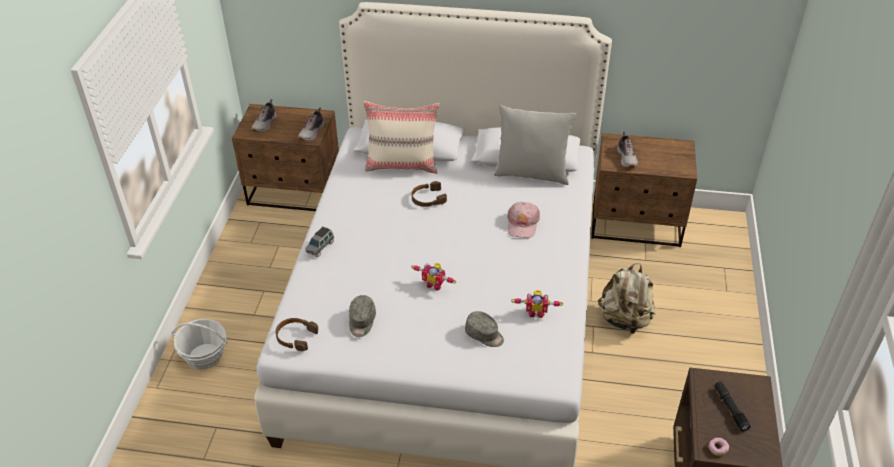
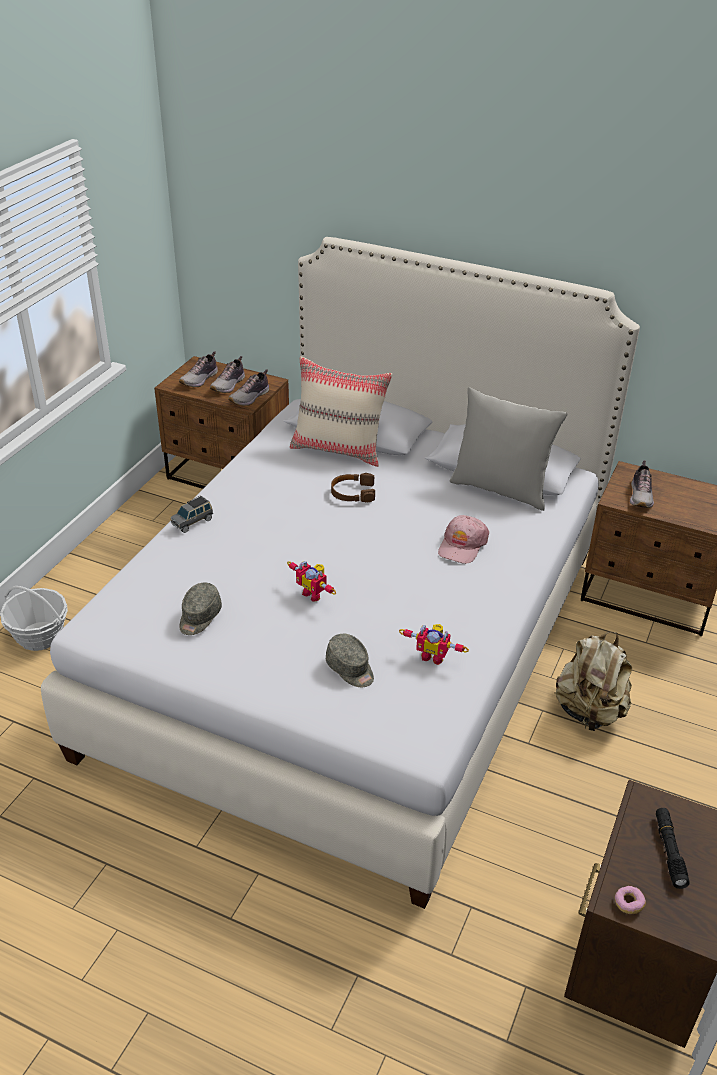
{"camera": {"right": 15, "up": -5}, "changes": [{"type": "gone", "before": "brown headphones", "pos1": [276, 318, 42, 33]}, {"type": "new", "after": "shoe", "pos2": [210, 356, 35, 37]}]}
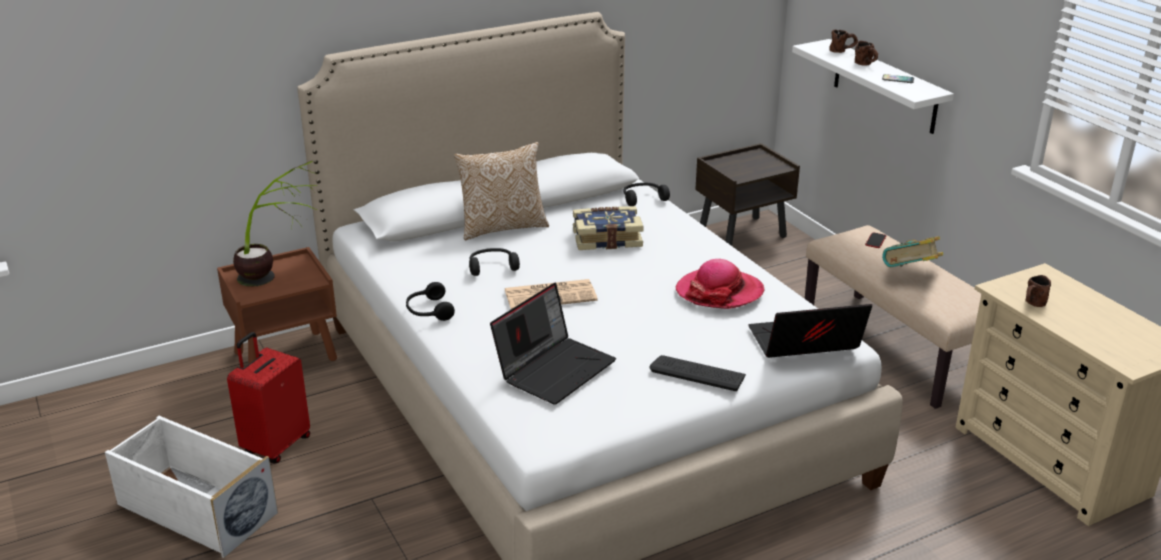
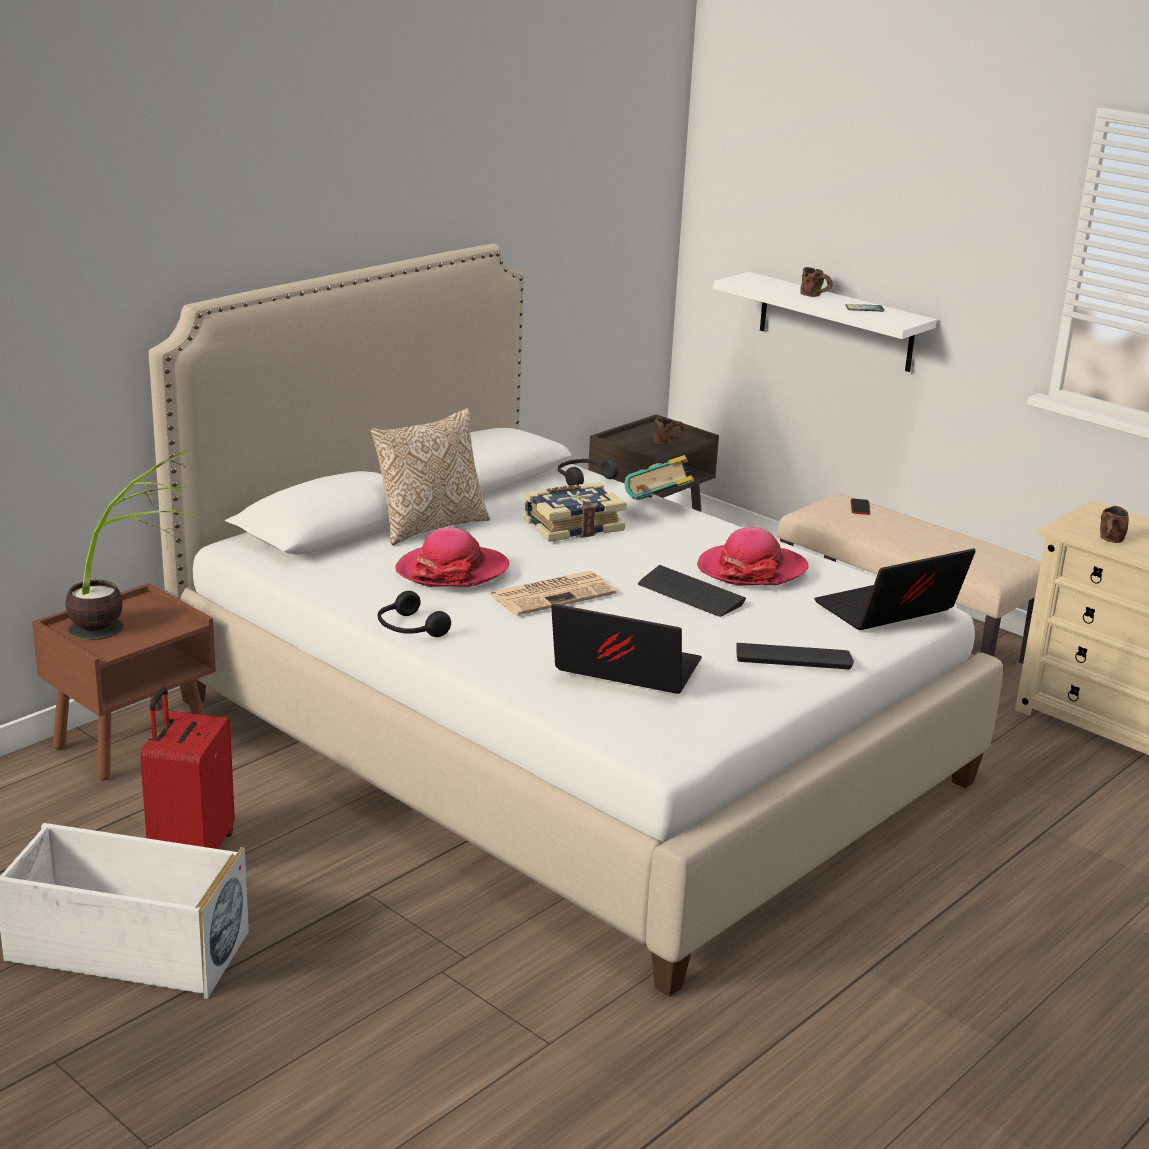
{"camera": {"right": -20, "up": -5}, "changes": [{"type": "swapped", "before": "black headphones", "after": "hat", "pos1": [469, 248, 51, 28], "pos2": [395, 527, 114, 60]}, {"type": "rotated", "before": "laptop", "pos1": [490, 283, 126, 122], "pos2": [551, 604, 151, 90], "turn": -90}, {"type": "shifted", "before": "brown mug", "pos1": [830, 30, 28, 23], "pos2": [654, 418, 31, 27]}, {"type": "shifted", "before": "book", "pos1": [882, 236, 61, 31], "pos2": [625, 455, 69, 45]}, {"type": "new", "after": "keyboard", "pos2": [638, 565, 108, 52]}]}
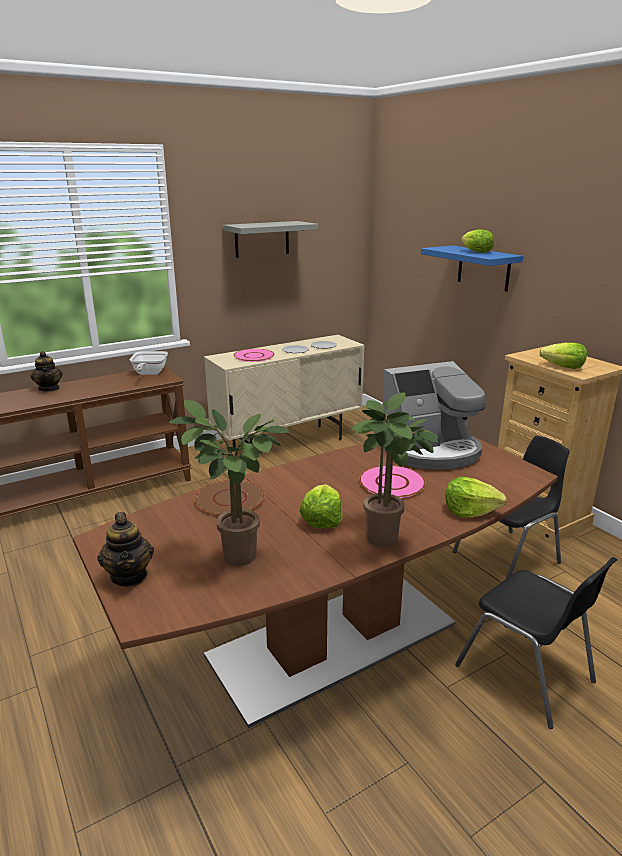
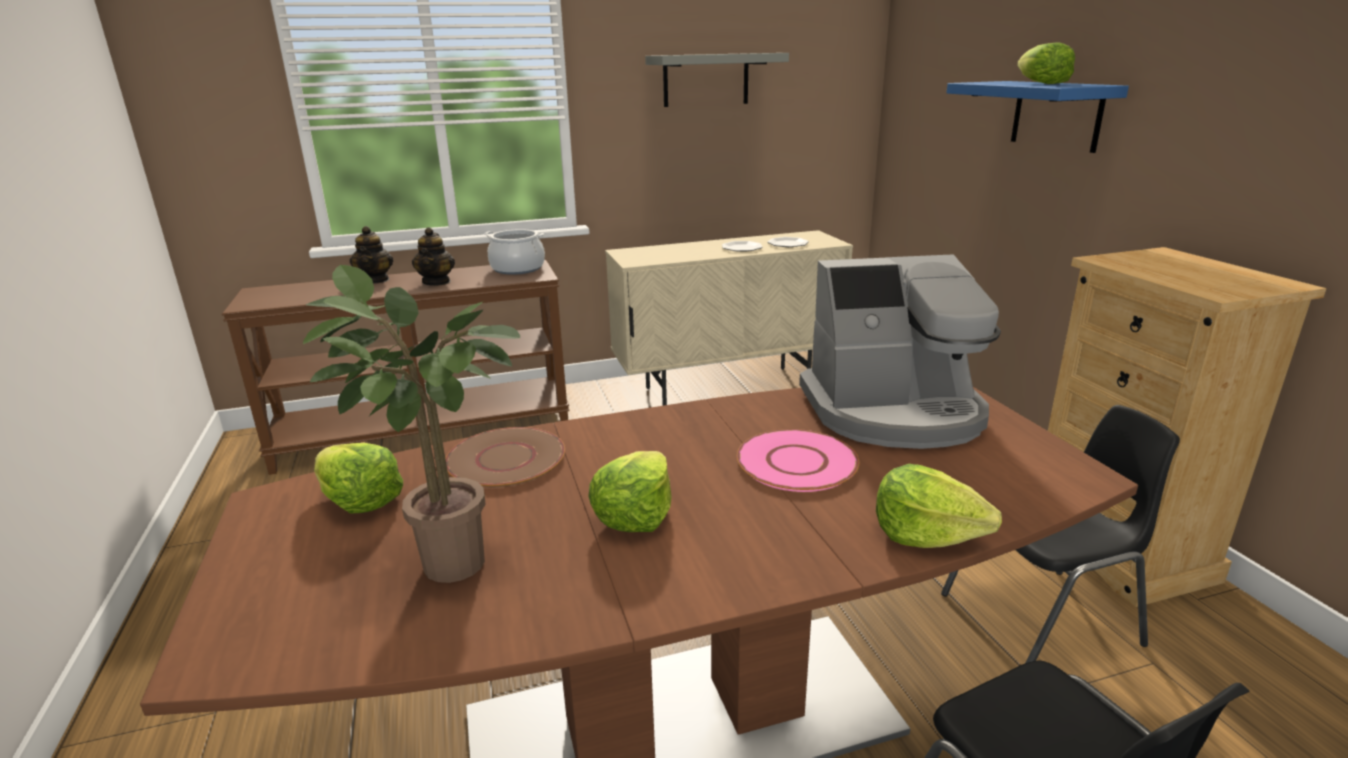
{"camera": {"right": 15, "up": 0}, "changes": [{"type": "shifted", "before": "teapot", "pos1": [97, 512, 57, 75], "pos2": [412, 227, 43, 59]}, {"type": "swapped", "before": "frying pan", "after": "cooking pot", "pos1": [130, 351, 38, 24], "pos2": [485, 229, 60, 46]}, {"type": "gone", "before": "pink plate", "pos1": [234, 349, 40, 13]}, {"type": "gone", "before": "potted plant", "pos1": [351, 392, 87, 155]}, {"type": "shifted", "before": "lettuce", "pos1": [539, 342, 48, 27], "pos2": [314, 443, 89, 71]}]}
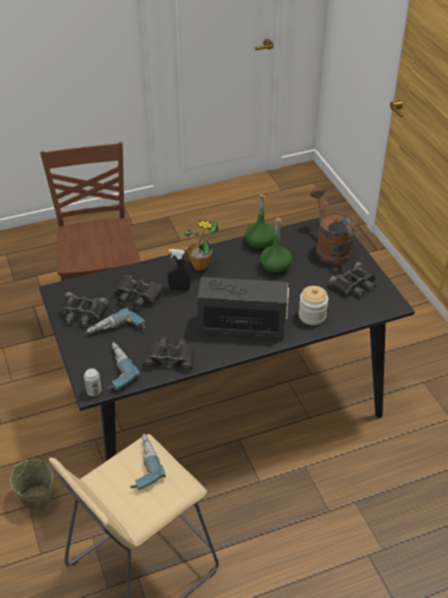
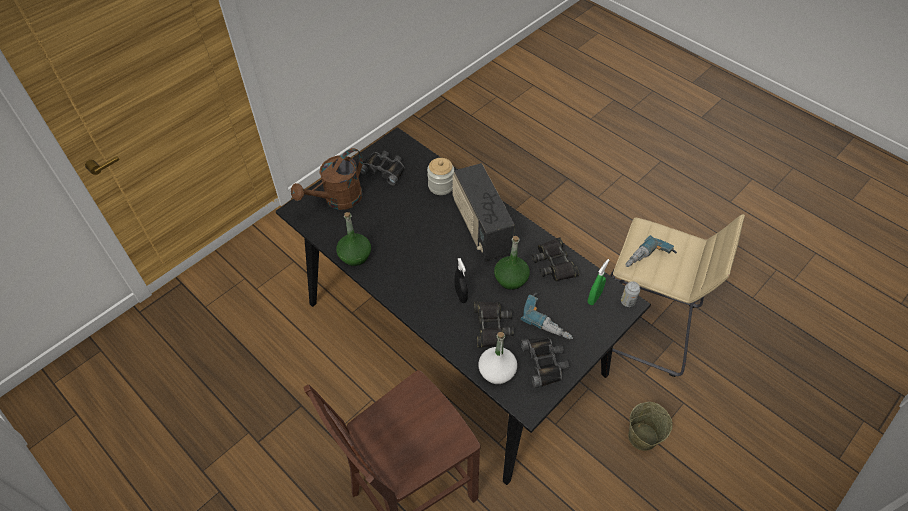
{"camera": {"right": -115, "up": 10}, "changes": [{"type": "swapped", "before": "power drill", "after": "green spray bottle", "pos1": [108, 342, 32, 48], "pos2": [588, 259, 22, 46]}, {"type": "gone", "before": "potted plant", "pos1": [181, 220, 38, 51]}, {"type": "shifted", "before": "green bottle", "pos1": [260, 218, 32, 57], "pos2": [494, 236, 36, 54]}, {"type": "new", "after": "white bottle", "pos2": [478, 332, 39, 52]}]}
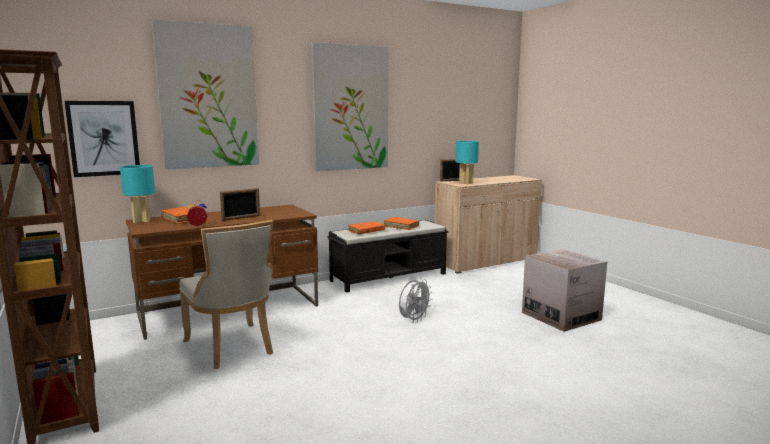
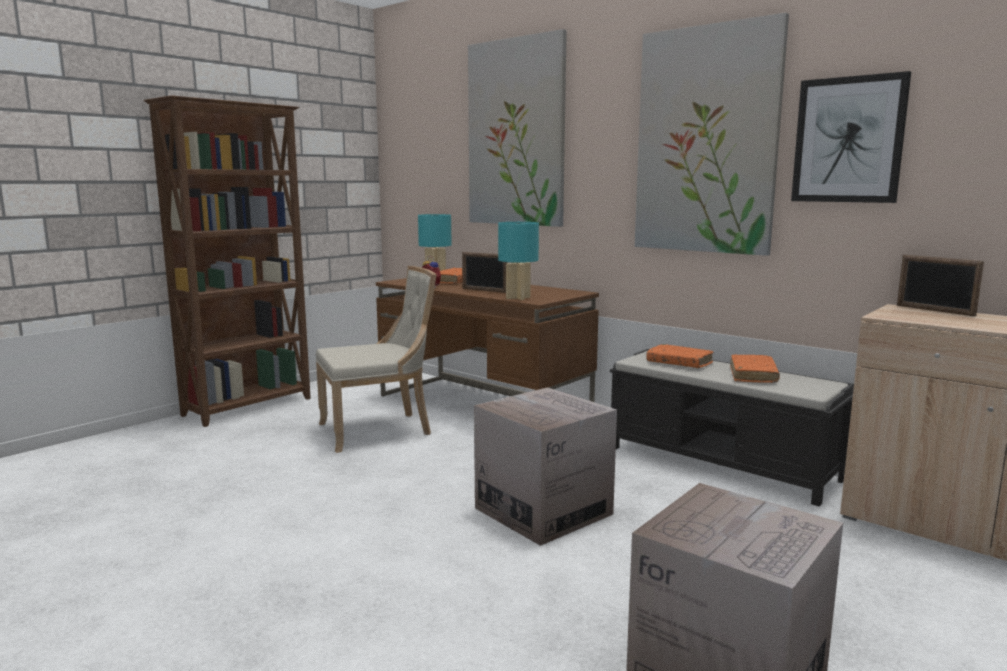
{"camera": {"right": 70, "up": 0}, "changes": [{"type": "shifted", "before": "picture", "pos1": [64, 101, 76, 76], "pos2": [791, 71, 120, 132]}, {"type": "rotated", "before": "beige chair", "pos1": [179, 220, 94, 149], "pos2": [316, 266, 120, 187], "turn": -150}, {"type": "swapped", "before": "white fan", "after": "cardboard box", "pos1": [399, 279, 34, 44], "pos2": [474, 387, 143, 159]}, {"type": "shifted", "before": "turquoise table lamp", "pos1": [456, 141, 23, 44], "pos2": [498, 222, 41, 78]}]}
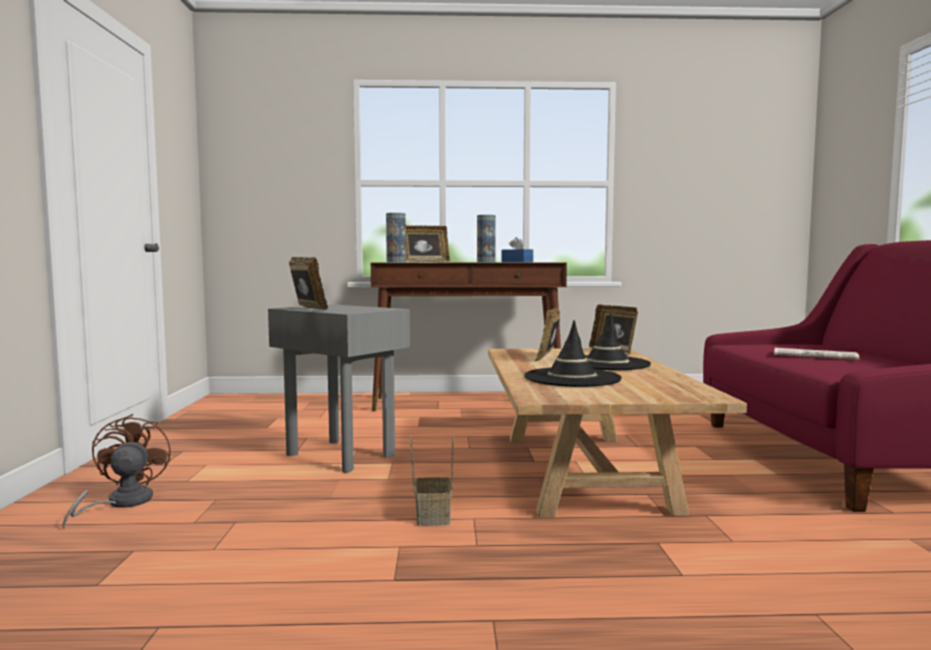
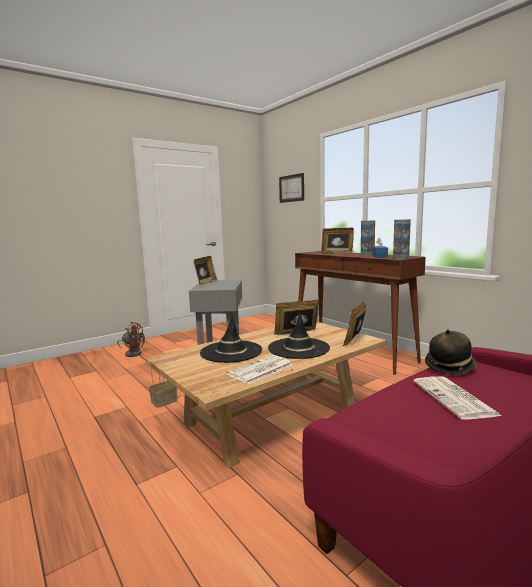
{"camera": {"right": 55, "up": 5}, "changes": [{"type": "rotated", "before": "brown fan", "pos1": [62, 414, 109, 115], "pos2": [117, 322, 28, 35], "turn": 60}, {"type": "shifted", "before": "vase", "pos1": [386, 213, 20, 49], "pos2": [393, 219, 18, 40]}, {"type": "new", "after": "newspaper", "pos2": [227, 355, 66, 29]}, {"type": "new", "after": "picture", "pos2": [279, 173, 25, 30]}, {"type": "new", "after": "hat", "pos2": [425, 329, 52, 46]}]}
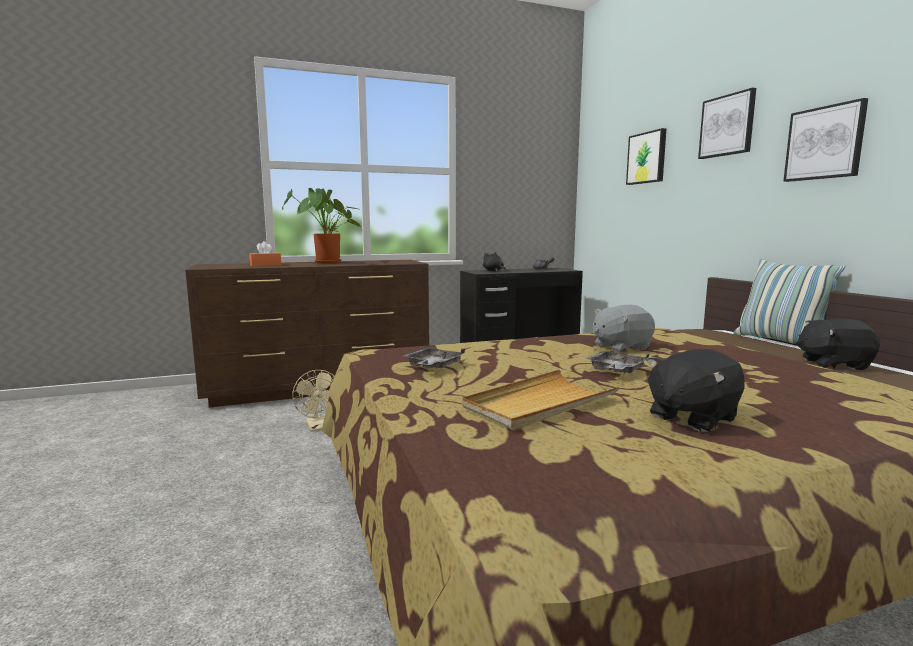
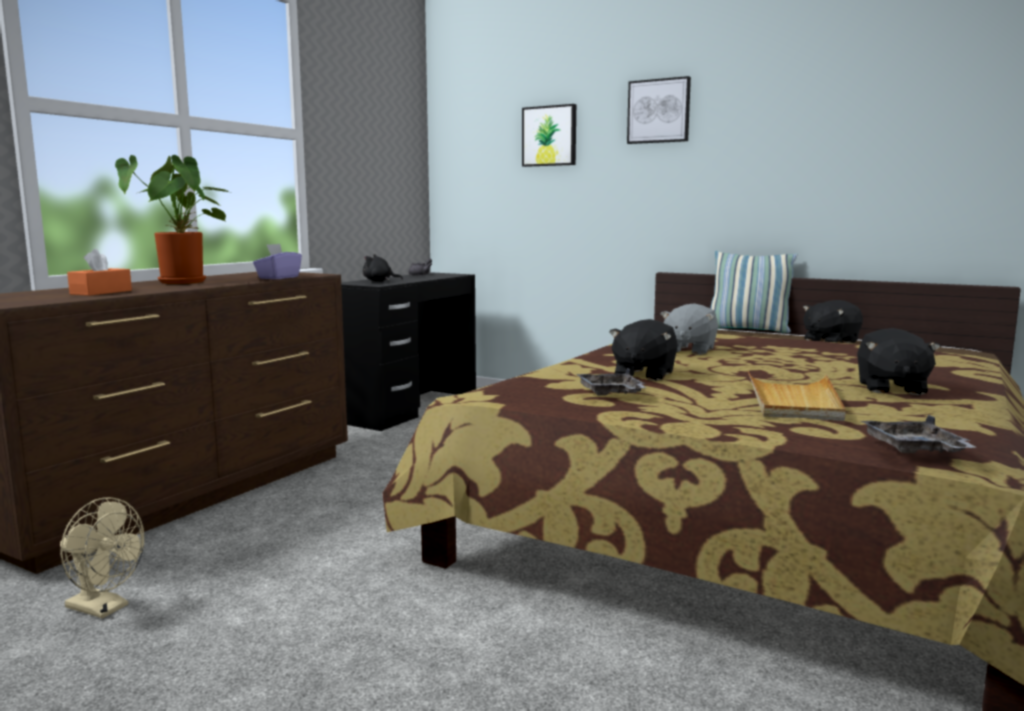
{"camera": {"right": -40, "up": 0}, "changes": [{"type": "shifted", "before": "beige fan", "pos1": [292, 370, 43, 62], "pos2": [60, 497, 84, 121]}, {"type": "shifted", "before": "grey tray", "pos1": [585, 351, 64, 23], "pos2": [861, 415, 115, 38]}, {"type": "gone", "before": "picture", "pos1": [783, 98, 85, 84]}, {"type": "new", "after": "purple tissue box", "pos2": [253, 244, 49, 35]}, {"type": "new", "after": "black plush toy", "pos2": [609, 319, 69, 62]}]}
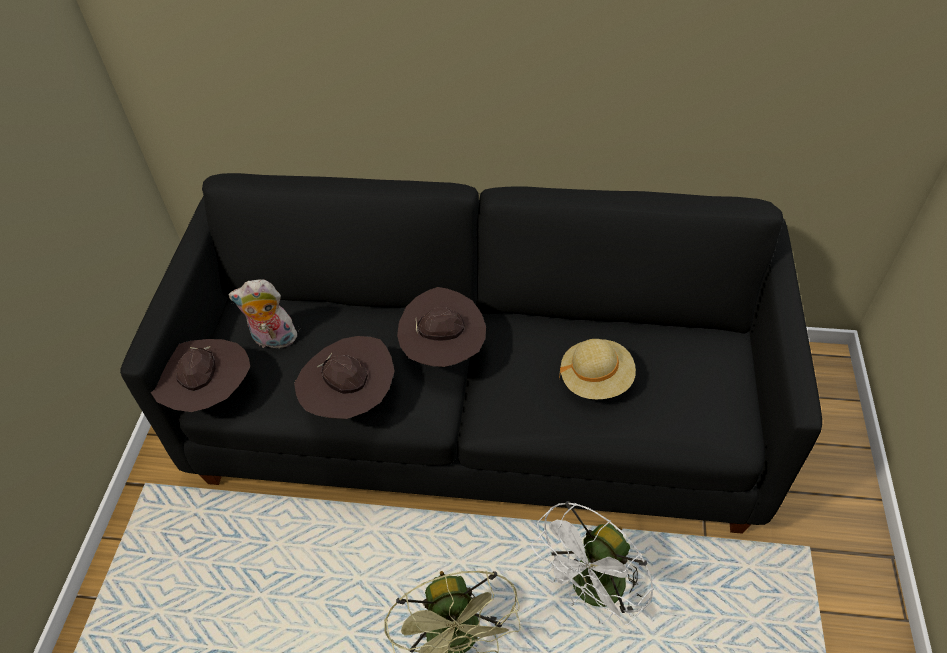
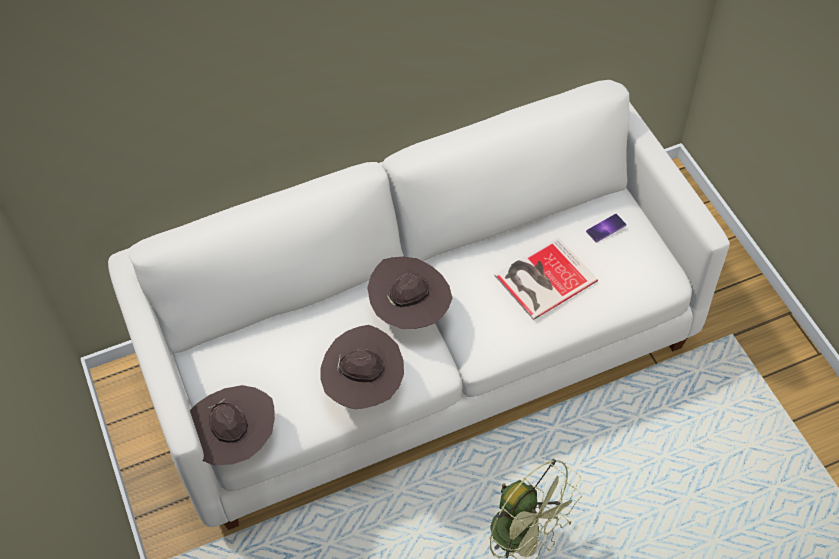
{"camera": {"right": -30, "up": 5}, "changes": [{"type": "repainted", "before": "black sofa", "after": "white sofa", "pos1": [120, 173, 702, 361], "pos2": [108, 80, 622, 450]}, {"type": "gone", "before": "plush toy", "pos1": [228, 279, 69, 73]}, {"type": "gone", "before": "white fan", "pos1": [531, 501, 123, 124]}, {"type": "swapped", "before": "beige hat", "after": "book", "pos1": [559, 339, 77, 60], "pos2": [495, 237, 103, 83]}, {"type": "new", "after": "phone", "pos2": [586, 214, 40, 29]}]}
